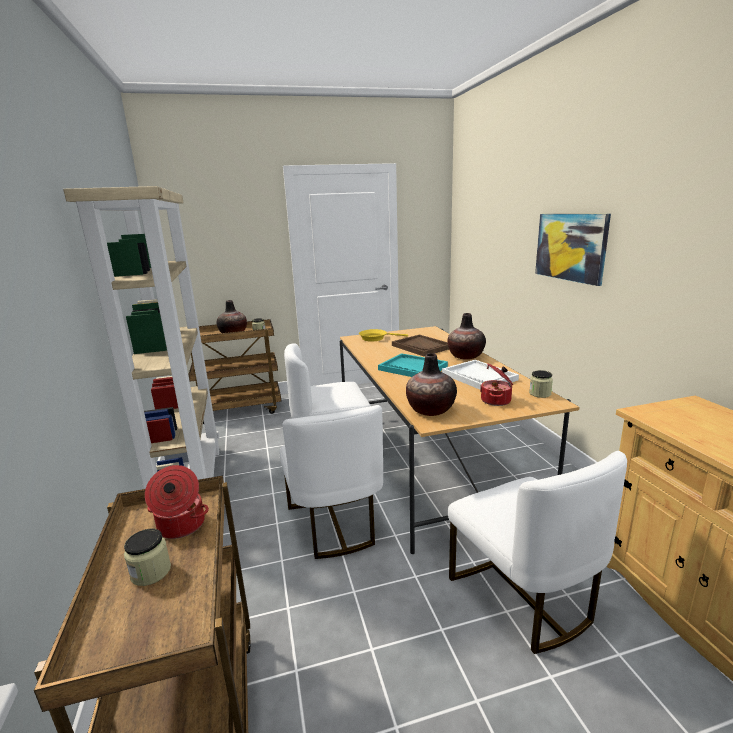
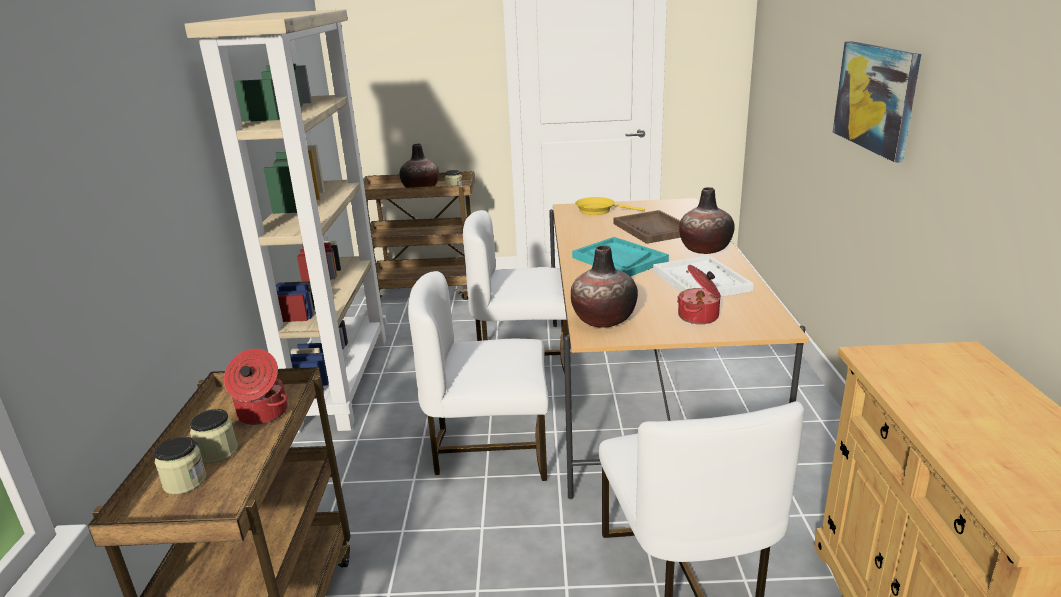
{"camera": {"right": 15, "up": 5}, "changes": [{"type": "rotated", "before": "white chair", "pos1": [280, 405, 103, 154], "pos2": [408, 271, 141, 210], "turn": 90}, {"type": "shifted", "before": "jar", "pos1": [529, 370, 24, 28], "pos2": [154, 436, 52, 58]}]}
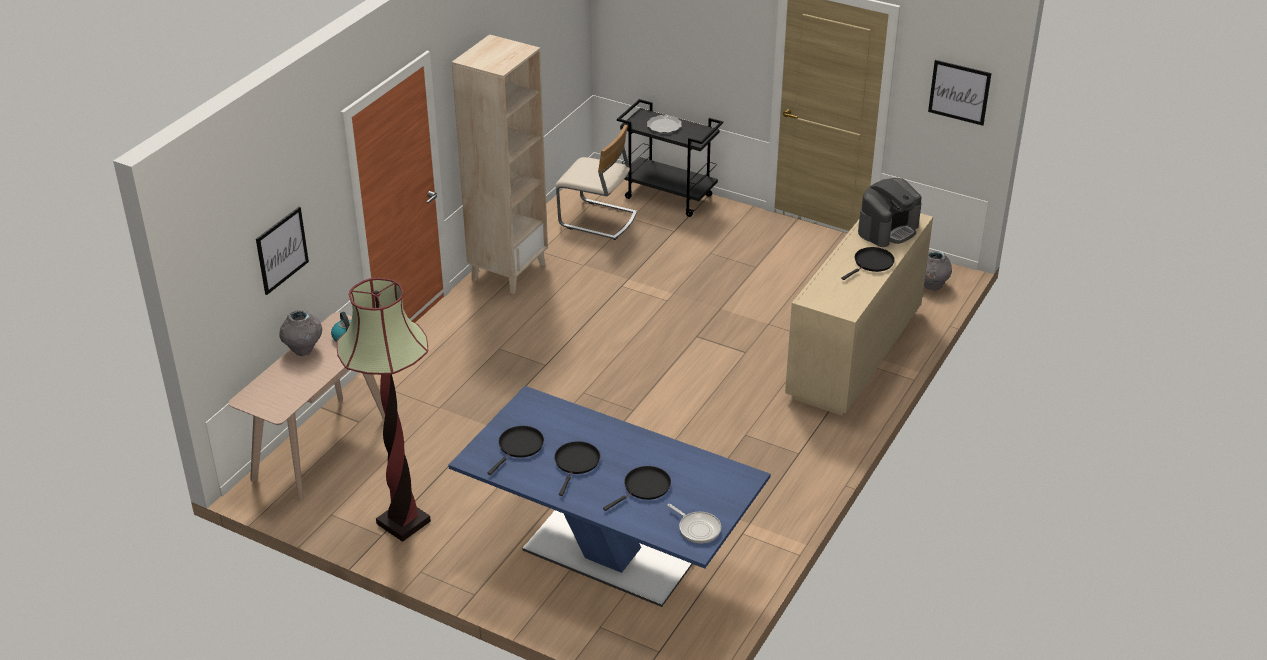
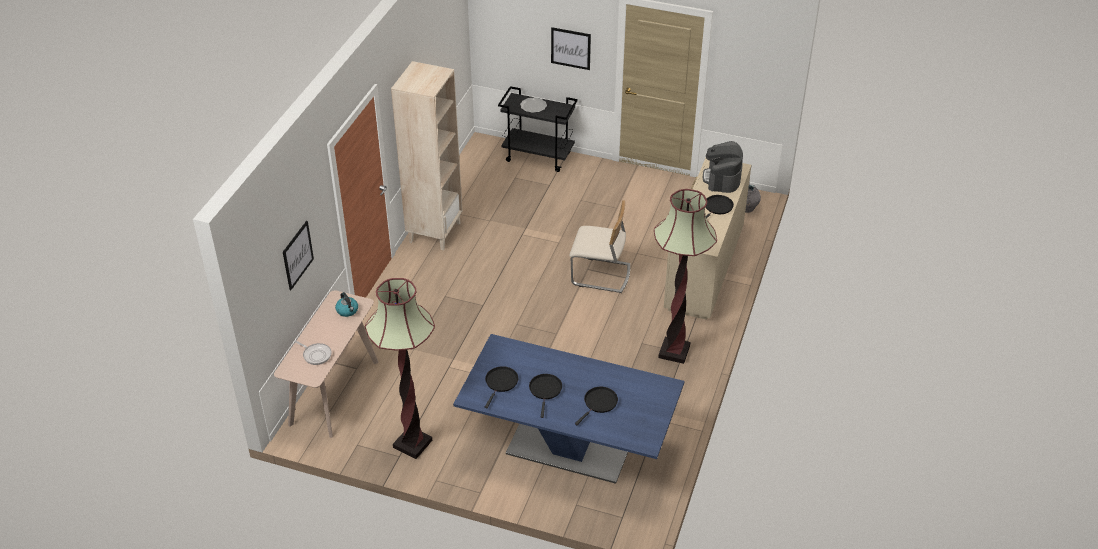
{"camera": {"right": -10, "up": 5}, "changes": [{"type": "gone", "before": "grey vase", "pos1": [279, 310, 43, 46]}, {"type": "shifted", "before": "beige chair", "pos1": [555, 125, 82, 115], "pos2": [569, 200, 61, 93]}, {"type": "shifted", "before": "frying pan", "pos1": [667, 504, 54, 40], "pos2": [295, 341, 36, 24]}, {"type": "rotated", "before": "coffee machine", "pos1": [858, 178, 64, 69], "pos2": [703, 141, 40, 52], "turn": 150}, {"type": "shifted", "before": "picture", "pos1": [928, 60, 64, 66], "pos2": [551, 27, 40, 43]}, {"type": "new", "after": "floor lamp", "pos2": [654, 189, 63, 175]}]}
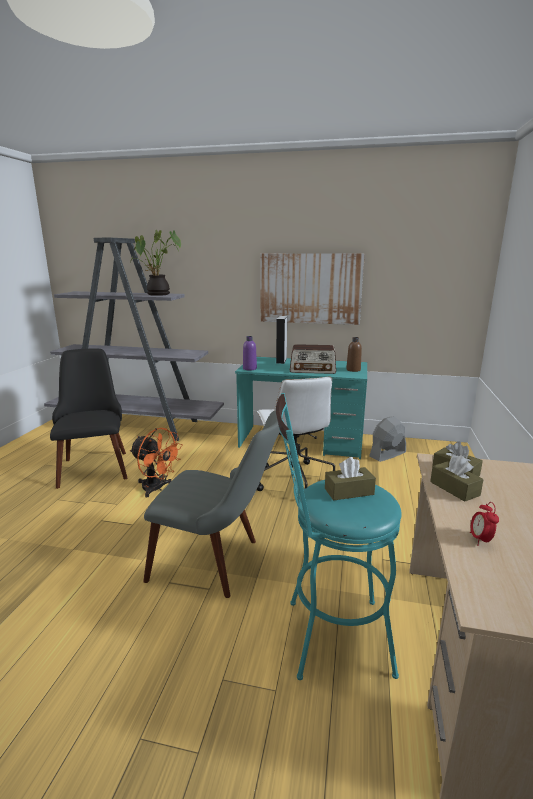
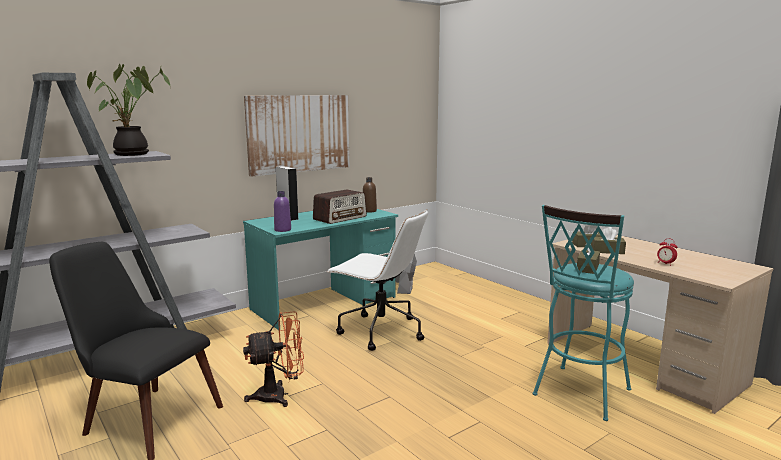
{"camera": {"right": -50, "up": -5}, "changes": [{"type": "gone", "before": "grey chair", "pos1": [143, 410, 140, 188]}]}
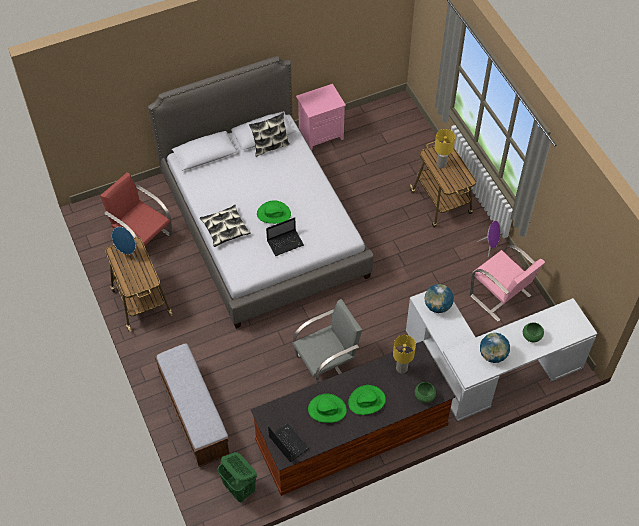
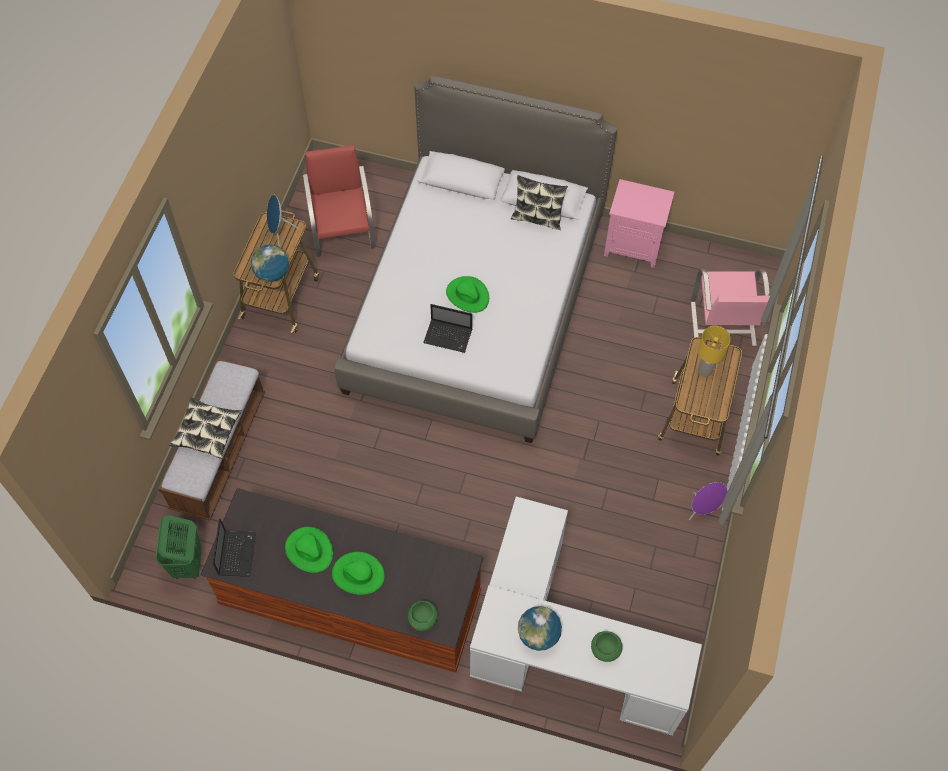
{"camera": {"right": 40, "up": 5}, "changes": [{"type": "shifted", "before": "pillow", "pos1": [200, 205, 51, 42], "pos2": [169, 398, 73, 61]}, {"type": "gone", "before": "grey chair", "pos1": [292, 299, 70, 84]}, {"type": "gone", "before": "yellow table lamp", "pos1": [393, 335, 23, 39]}, {"type": "shifted", "before": "globe", "pos1": [425, 284, 29, 29], "pos2": [251, 245, 38, 37]}, {"type": "shifted", "before": "pink chair", "pos1": [470, 245, 75, 77], "pos2": [691, 269, 79, 77]}]}
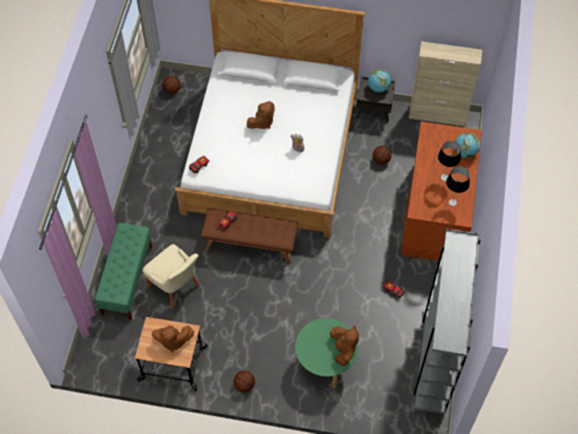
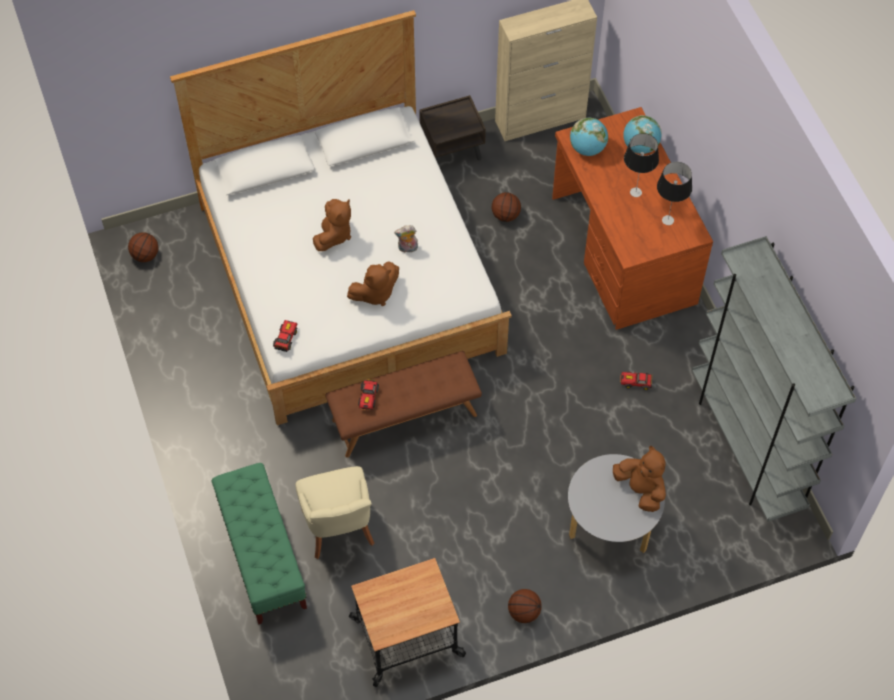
{"camera": {"right": -30, "up": 0}, "changes": [{"type": "rotated", "before": "beige chair", "pos1": [142, 244, 58, 64], "pos2": [295, 466, 79, 93], "turn": 60}, {"type": "shifted", "before": "brown plush toy", "pos1": [152, 325, 42, 27], "pos2": [347, 262, 52, 44]}, {"type": "repainted", "before": "green coffee table", "after": "grey coffee table", "pos1": [295, 318, 63, 71], "pos2": [568, 454, 97, 99]}, {"type": "shifted", "before": "globe", "pos1": [368, 69, 23, 23], "pos2": [570, 118, 38, 38]}]}
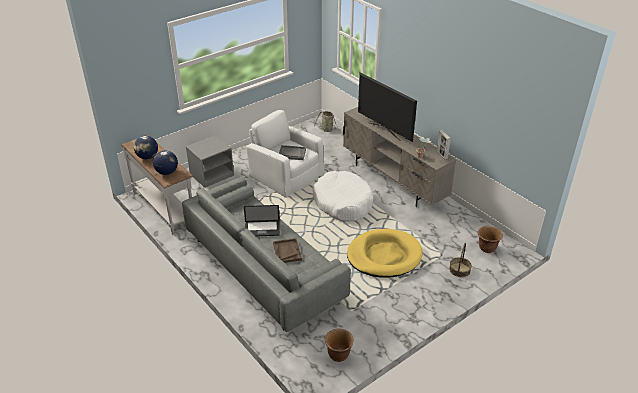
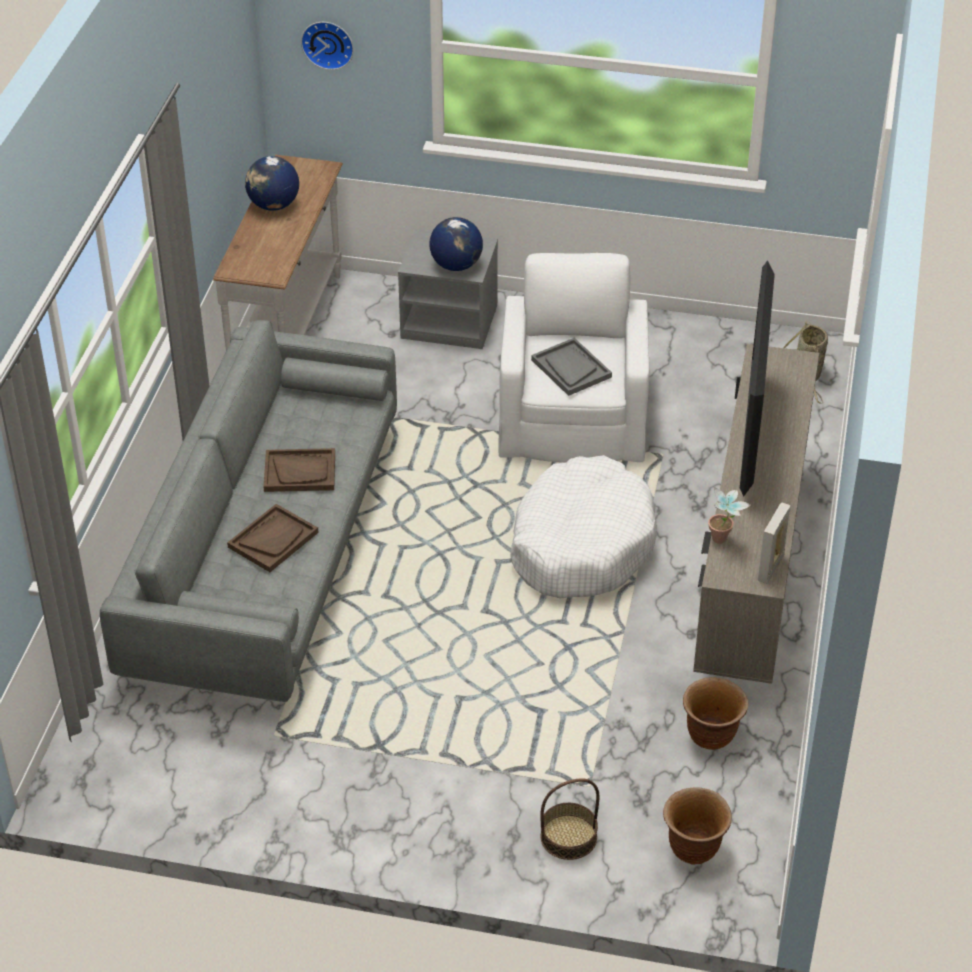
{"camera": {"right": 50, "up": 5}, "changes": [{"type": "shifted", "before": "globe", "pos1": [153, 151, 25, 24], "pos2": [429, 217, 54, 54]}, {"type": "swapped", "before": "laptop", "after": "brown tray", "pos1": [244, 205, 36, 32], "pos2": [263, 448, 72, 44]}, {"type": "shifted", "before": "brown planter", "pos1": [325, 329, 29, 33], "pos2": [683, 677, 65, 73]}, {"type": "gone", "before": "yellow dog bed", "pos1": [347, 229, 76, 49]}, {"type": "new", "after": "wall clock", "pos2": [301, 22, 53, 48]}]}
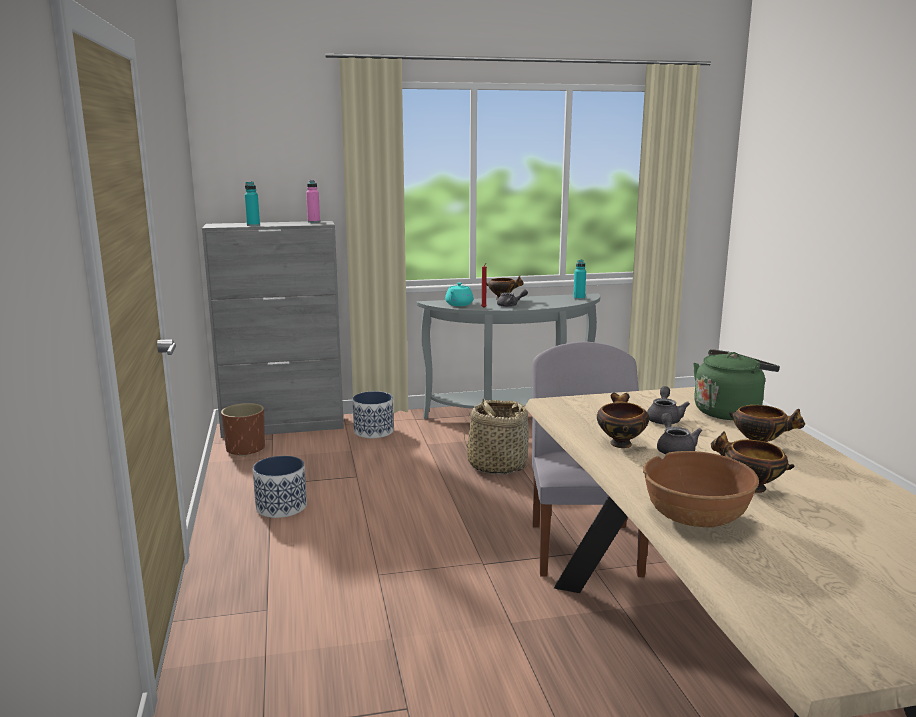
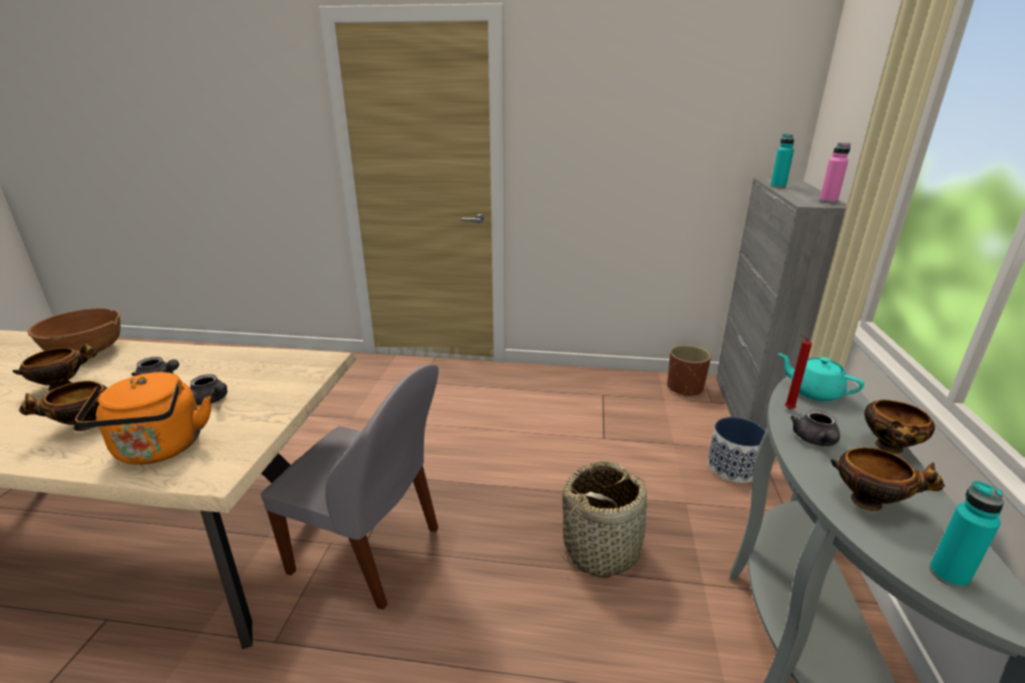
{"camera": {"right": 110, "up": 10}, "changes": [{"type": "gone", "before": "planter", "pos1": [253, 456, 54, 62]}, {"type": "shifted", "before": "bowl", "pos1": [597, 393, 52, 55], "pos2": [831, 447, 114, 64]}, {"type": "repainted", "before": "green kettle", "after": "orange kettle", "pos1": [693, 349, 87, 71], "pos2": [75, 372, 136, 93]}]}
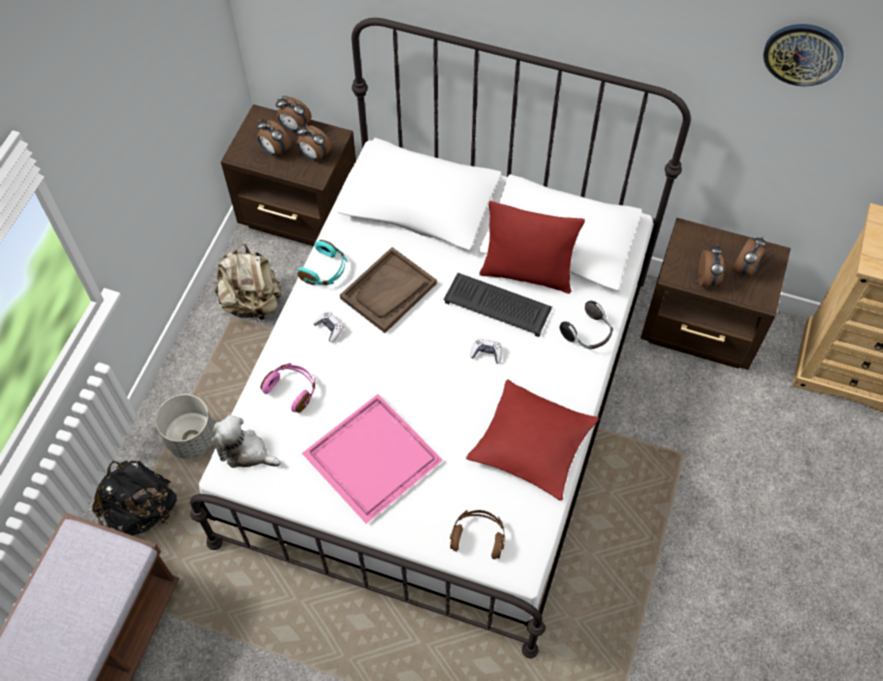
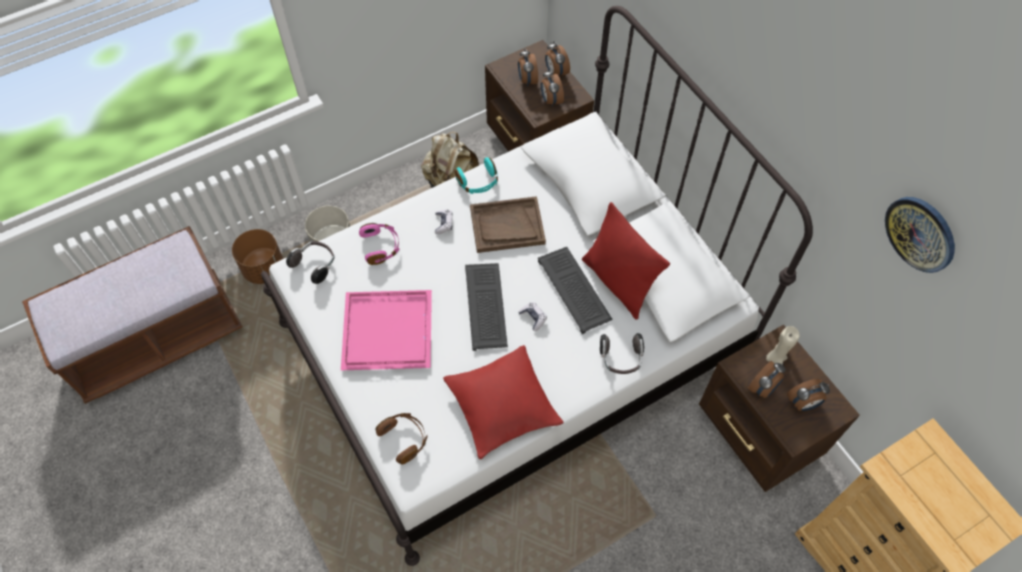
{"camera": {"right": 40, "up": 0}, "changes": [{"type": "swapped", "before": "black backpack", "after": "brown planter", "pos1": [92, 461, 85, 74], "pos2": [232, 229, 51, 55]}, {"type": "swapped", "before": "plush toy", "after": "headphones", "pos1": [211, 415, 70, 53], "pos2": [286, 241, 48, 43]}, {"type": "new", "after": "keyboard", "pos2": [465, 263, 43, 88]}, {"type": "new", "after": "beige candle", "pos2": [766, 326, 34, 38]}]}
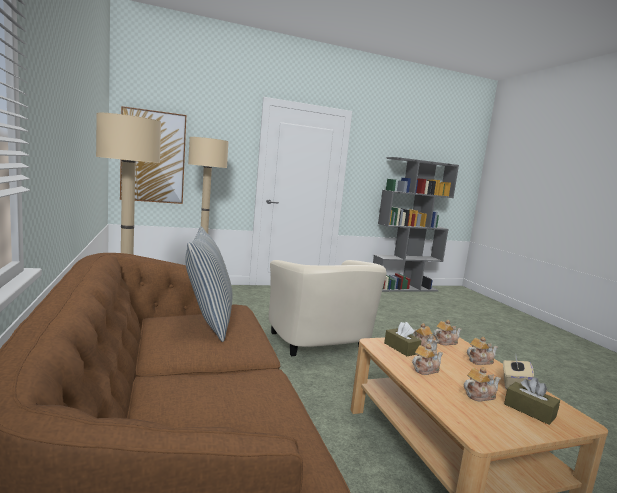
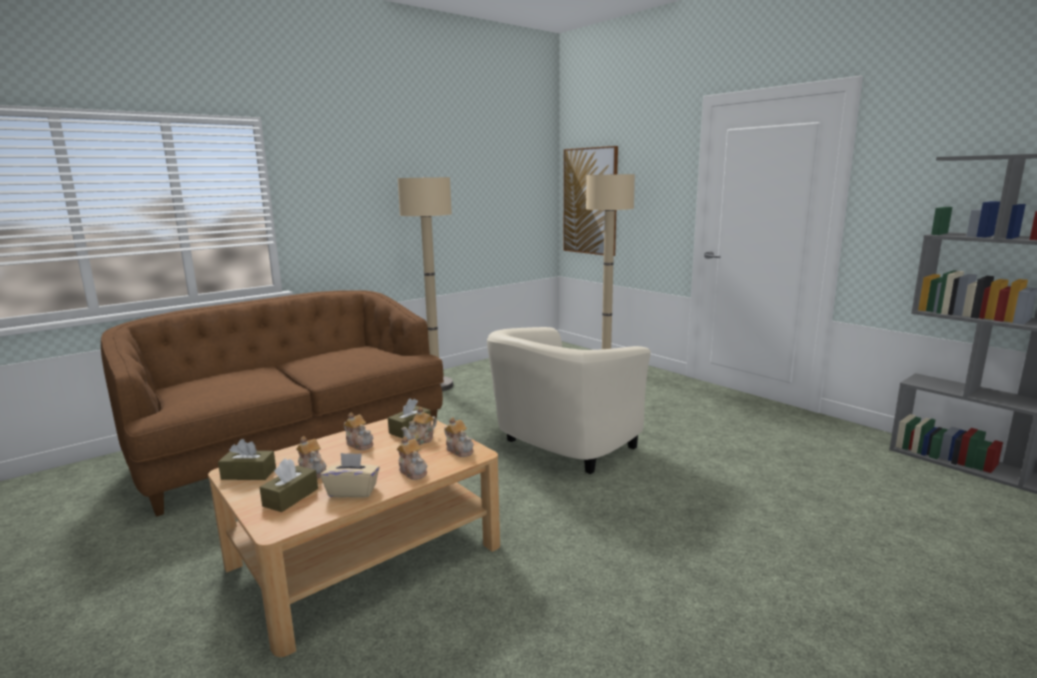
{"camera": {"right": 70, "up": 5}, "changes": [{"type": "gone", "before": "pillow", "pos1": [185, 227, 48, 115]}, {"type": "new", "after": "brown tissue box", "pos2": [218, 439, 58, 41]}]}
